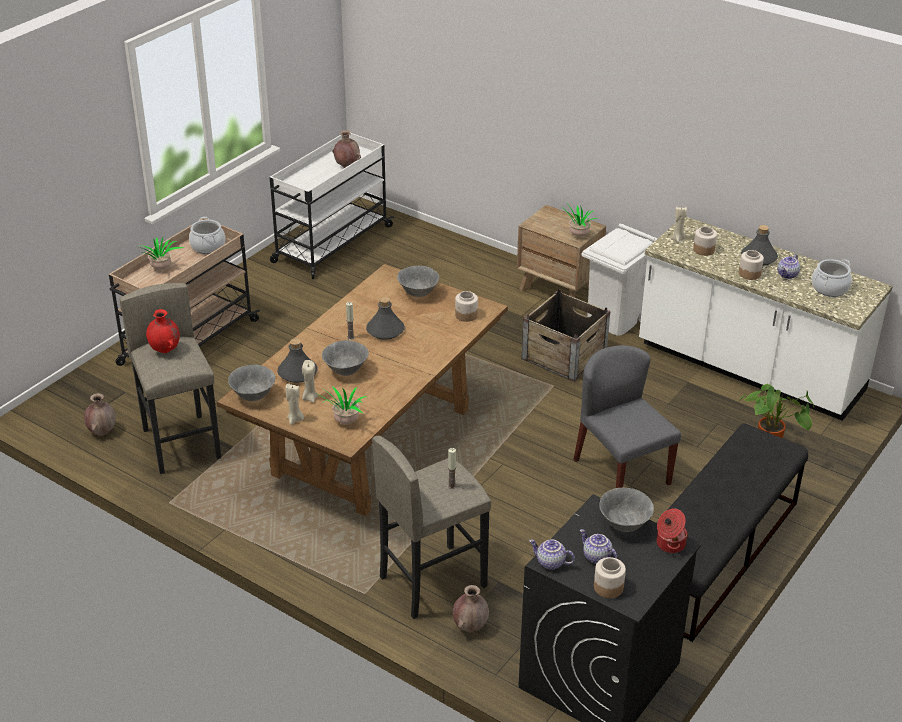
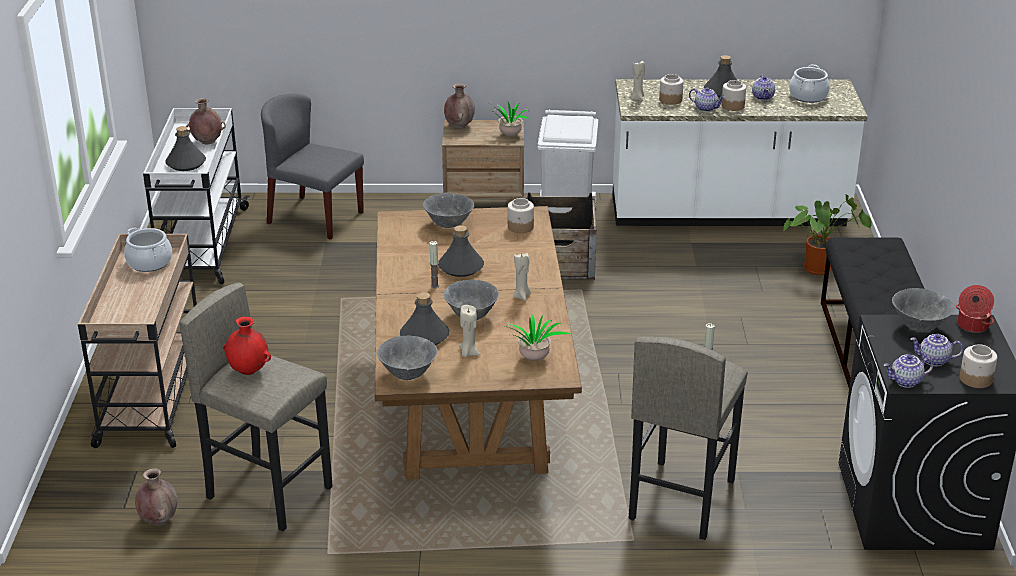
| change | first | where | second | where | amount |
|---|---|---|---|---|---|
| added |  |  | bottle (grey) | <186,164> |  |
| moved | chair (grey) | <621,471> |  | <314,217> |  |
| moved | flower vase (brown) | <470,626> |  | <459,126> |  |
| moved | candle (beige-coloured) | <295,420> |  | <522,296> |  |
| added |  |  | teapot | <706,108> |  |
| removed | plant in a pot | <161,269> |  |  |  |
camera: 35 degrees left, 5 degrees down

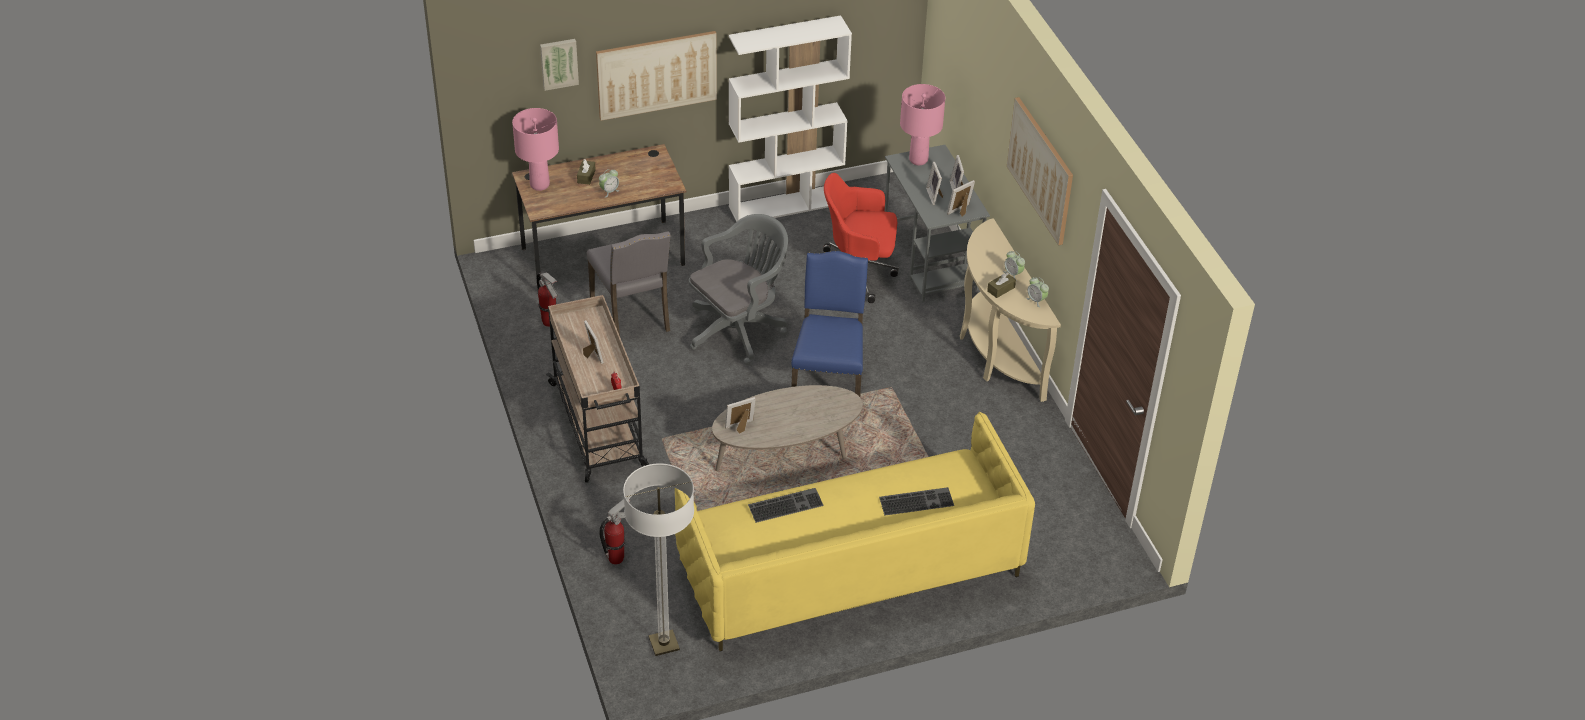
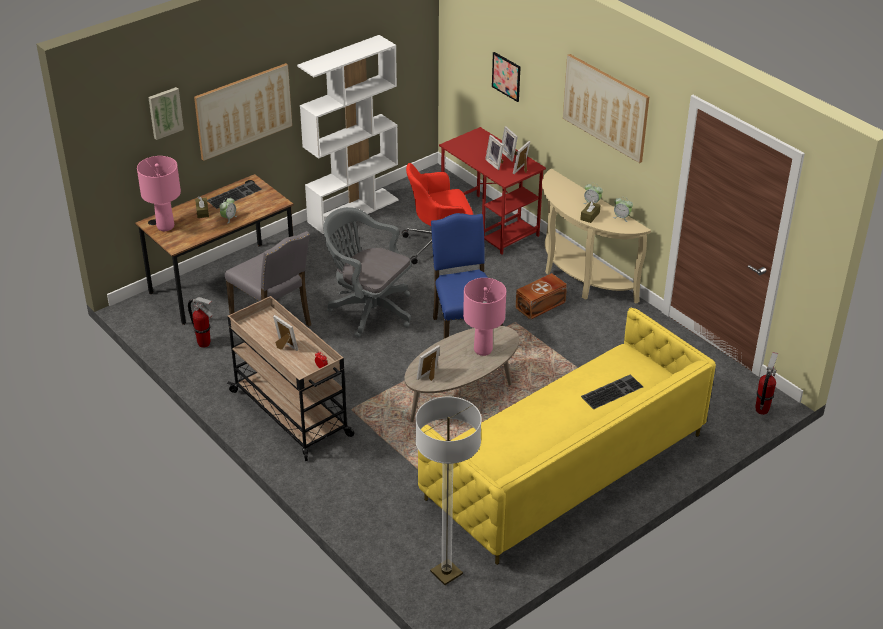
| change | first | where | second | where | amount |
|---|---|---|---|---|---|
| moved | PC keyboard | <786,504> |  | <234,194> |  |
| turned | computer chair (grey) | <739,329> |  | <368,309> | 90 degrees counterclockwise |
| recoloured | desk unit (grey) | <930,261> | desk unit (reddish) | <490,224> |  |
| moved | tabletop lamp (pink-coloured) | <919,160> |  | <483,350> |  |
| added |  |  | picture | <506,76> |  |
| added |  |  | storage box (brown) | <541,305> |  |
| moved | extinguisher | <616,558> |  | <762,410> |  |
camera: 20 degrees left, 5 degrees down

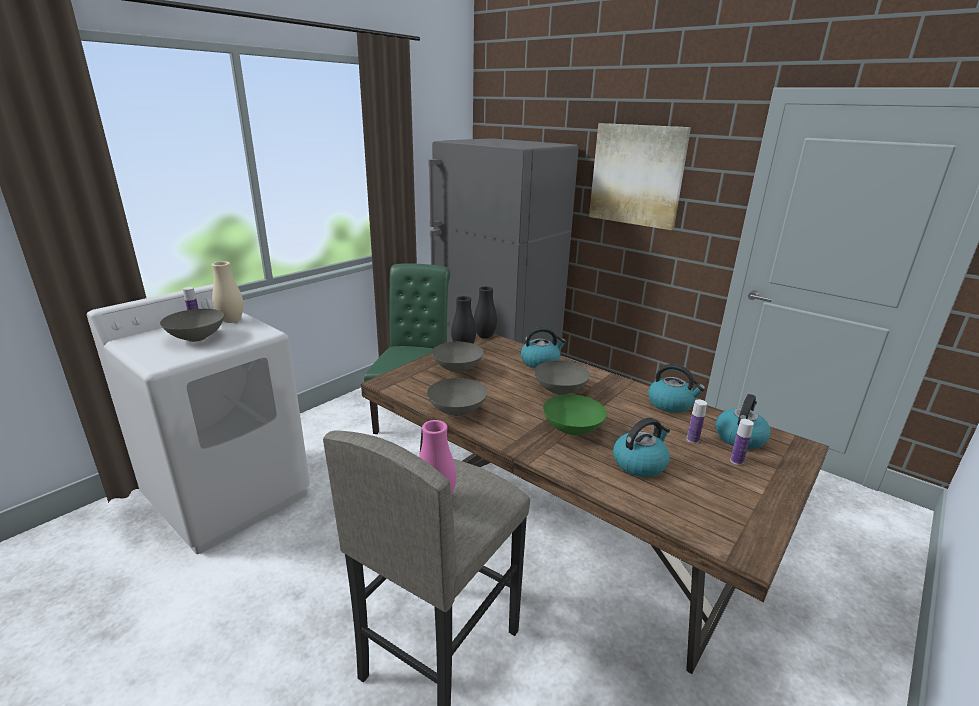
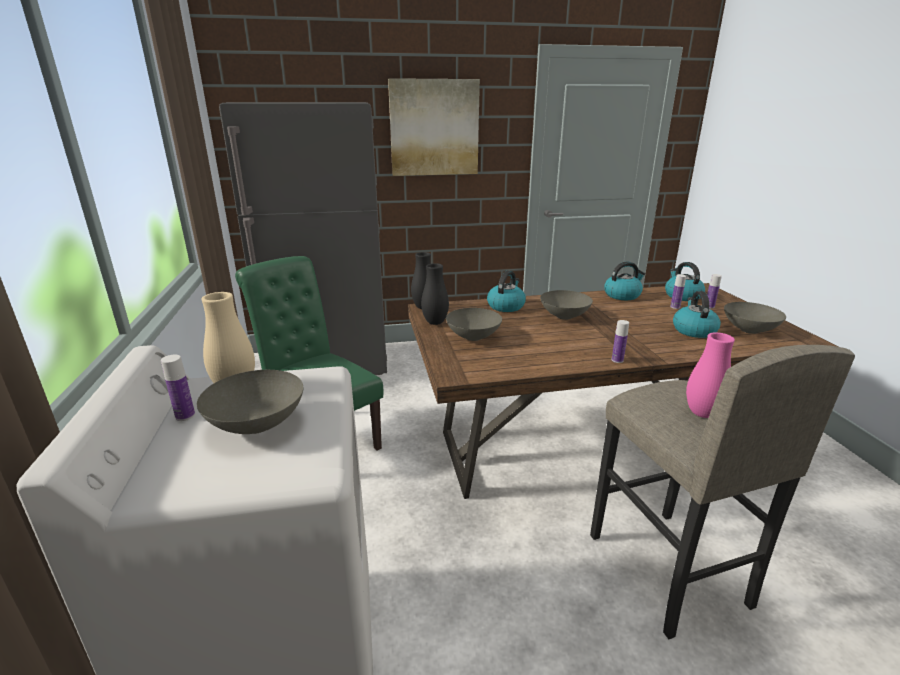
| change | first | where | second | where | amount |
|---|---|---|---|---|---|
| added |  |  | bottle | <617,360> |  |
| moved | serving bowl (grey) | <457,411> |  | <748,330> |  |
| removed | serving bowl (green) | <572,430> |  |  |  |
camera: 50 degrees left, 0 degrees up

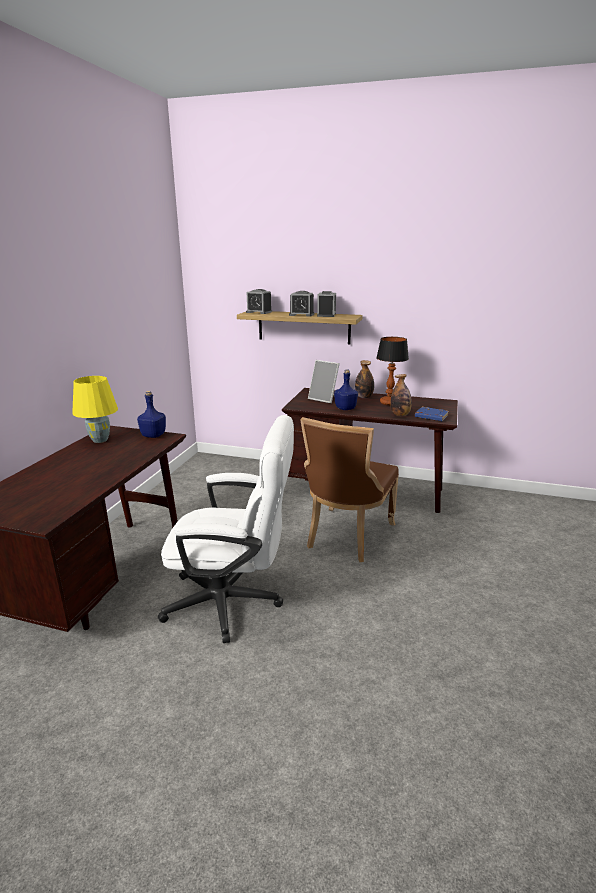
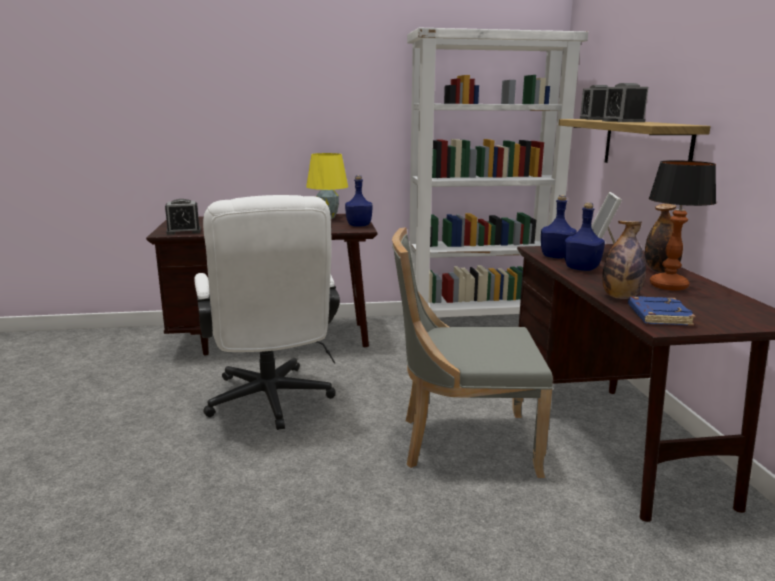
| change | first | where | second | where | amount |
|---|---|---|---|---|---|
| moved | bedside clock | <326,315> |  | <183,231> |  |
| recoloured | chair (brown) | <347,536> | chair (grey) | <462,443> |  |
| added |  |  | bookshelf (white) | <479,321> |  |
| added |  |  | bottle (blue-coloured) | <557,257> |  |
camera: 65 degrees right, 5 degrees down

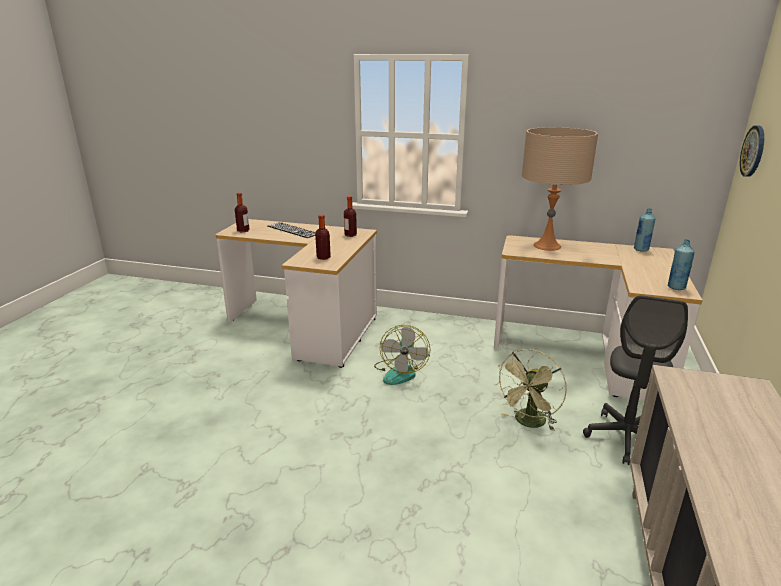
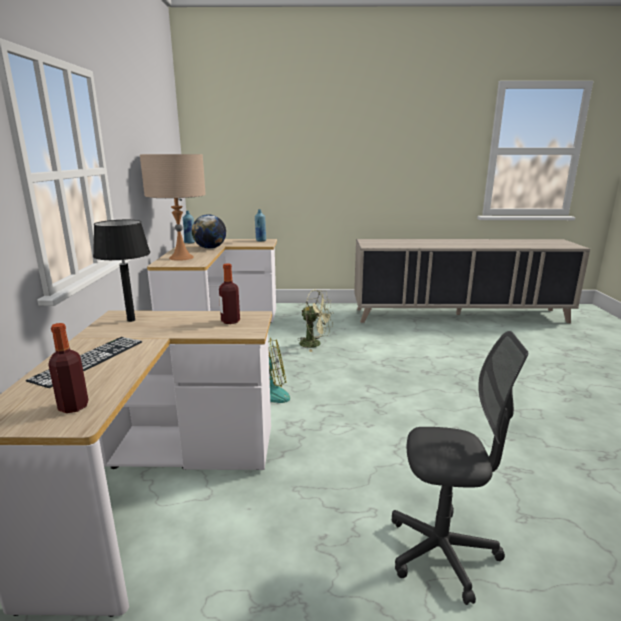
| change | first | where | second | where | amount |
|---|---|---|---|---|---|
| replaced | bottle | <350,235> | tabletop lamp (black) | <131,320> |  |
| added |  |  | world globe | <210,248> |  |
| moved | computer chair (grey) | <625,438> |  | <442,552> |  |
| removed | hanging clock | <753,151> |  |  |  |
camera: 105 degrees left, 5 degrees down

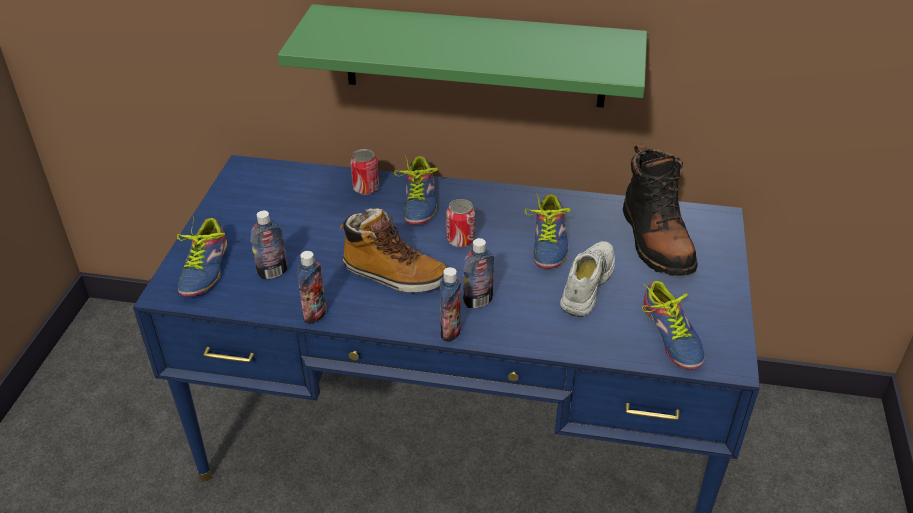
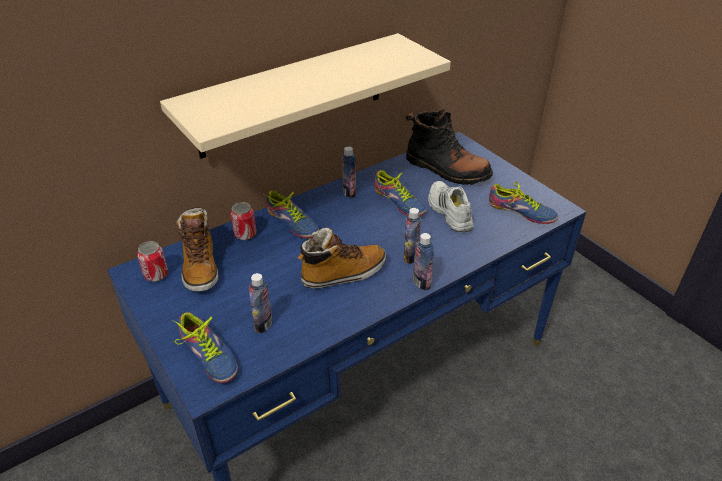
| change | first | where | second | where | amount |
|---|---|---|---|---|---|
| moved | can | <460,240> |  | <156,274> |  |
| recoloured | shelf (green) | <474,56> | shelf (beige-coloured) | <292,95> |  |
| added |  |  | tall boot | <200,266> |  |
| moved | bottle | <315,314> |  | <349,192> |  |
camera: 45 degrees left, 0 degrees up

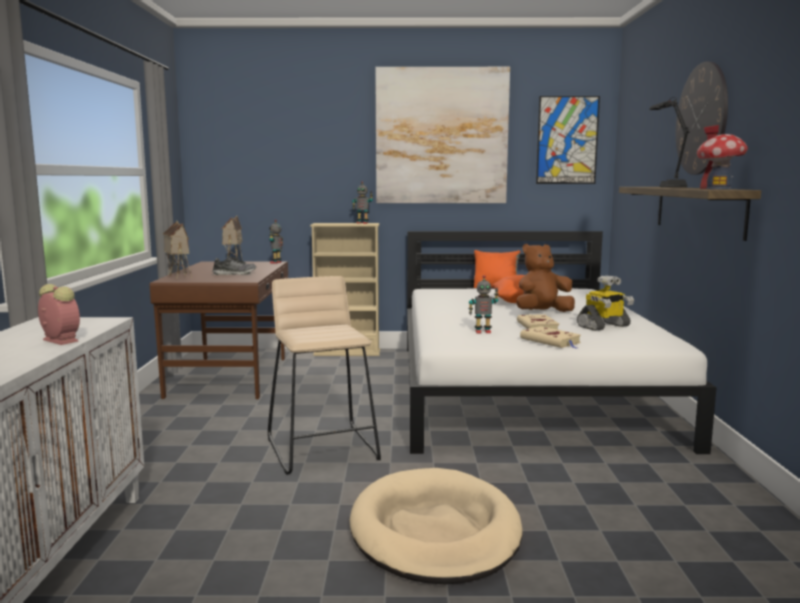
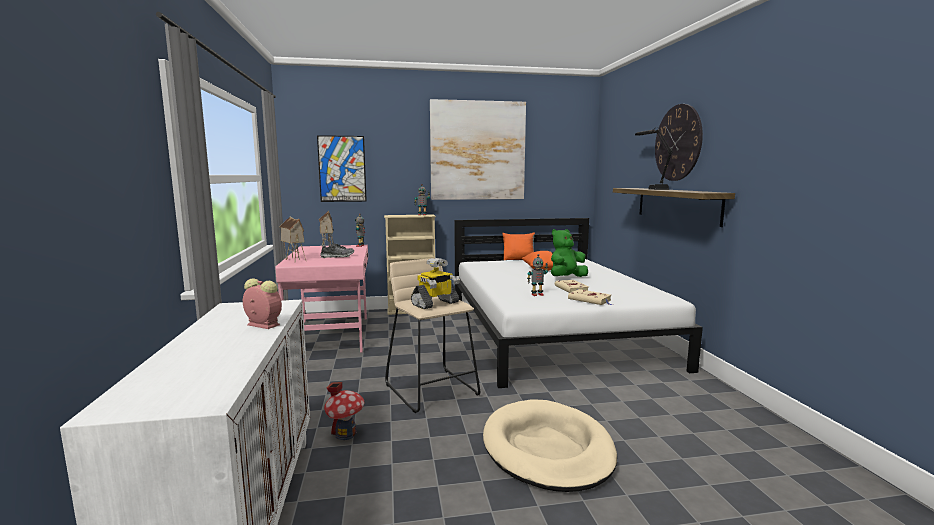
| change | first | where | second | where | amount |
|---|---|---|---|---|---|
| recoloured | desk unit (brown) | <231,376> | desk unit (pink-coloured) | <331,335> |  |
| moved | picture | <567,140> |  | <342,169> |  |
| moved | miniature house | <718,189> |  | <346,434> |  |
| moved | toy robot | <603,326> |  | <435,304> |  |
| recoloured | plush toy (brown) | <542,313> | plush toy (green) | <566,278> |  |
camera: 10 degrees left, 0 degrees up

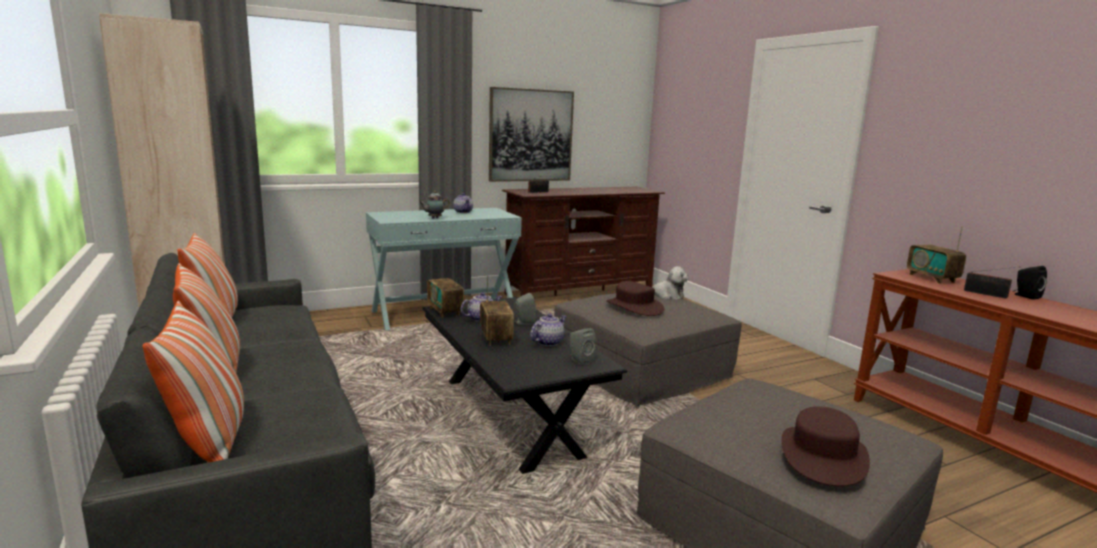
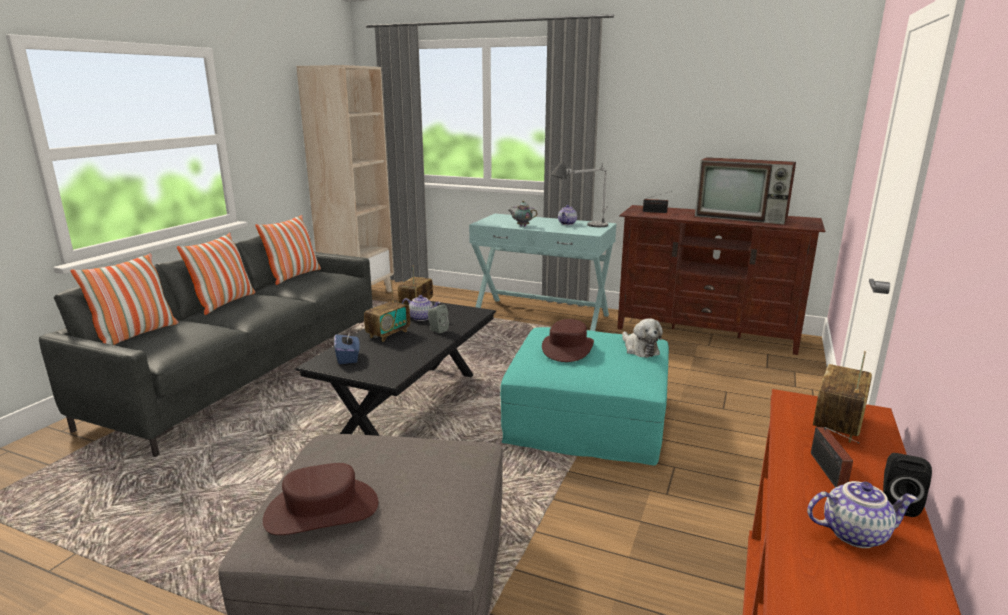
| change | first | where | second | where | amount |
|---|---|---|---|---|---|
| added |  |  | tissue holder (blue-coloured) | <348,358> |  |
| recoloured | footrest (grey) | <640,369> | footrest (blue-green) | <586,419> |  |
| added |  |  | tabletop lamp | <581,227> |  |
| added |  |  | TV | <742,217> |  |
| moved | teapot | <547,342> |  | <854,533> |  |
| removed | picture | <530,135> |  |  |  |
| removed | audio speaker (grey) | <579,360> |  |  |  |
camera: 50 degrees right, 5 degrees up

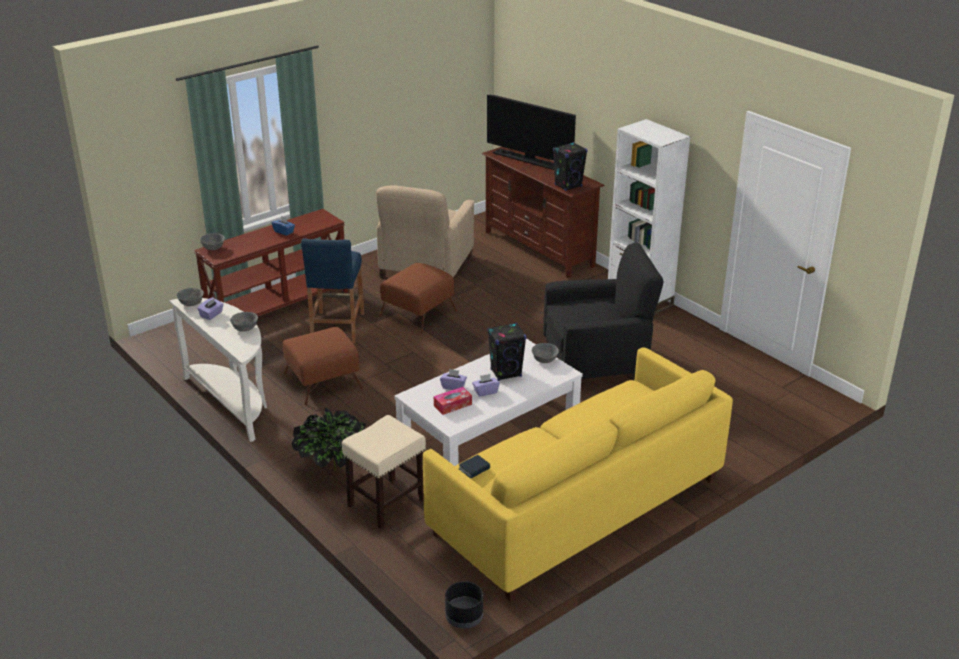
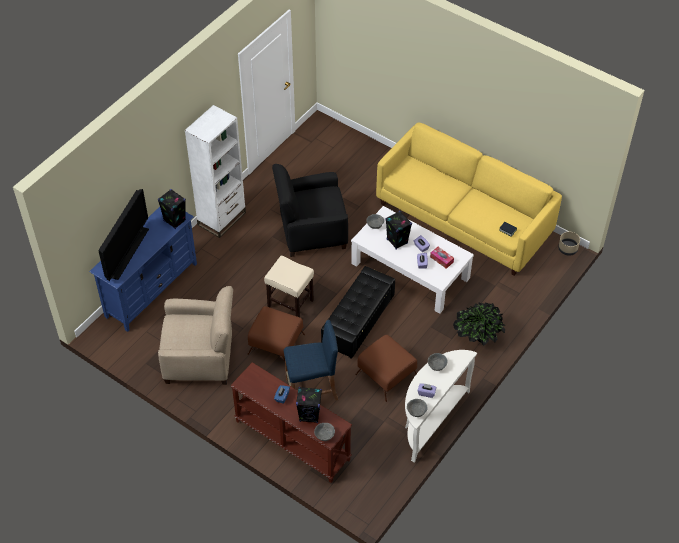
| change | first | where | second | where | amount |
|---|---|---|---|---|---|
| recoloured | tv stand (brown) | <539,249> | tv stand (blue-coloured) | <151,289> |  |
| moved | stool (beige-coloured) | <387,502> |  | <290,303> |  |
| turned | lounge chair (black) | <596,362> |  | <312,231> | 75 degrees counterclockwise |
| added |  |  | audio speaker (black) | <309,415> |  |
| added |  |  | footrest (black) | <358,321> |  |
| recoloured | planter (black) | <464,617> | planter (beige-coloured) | <568,249> |  |
camera: 105 degrees left, 20 degrees up

